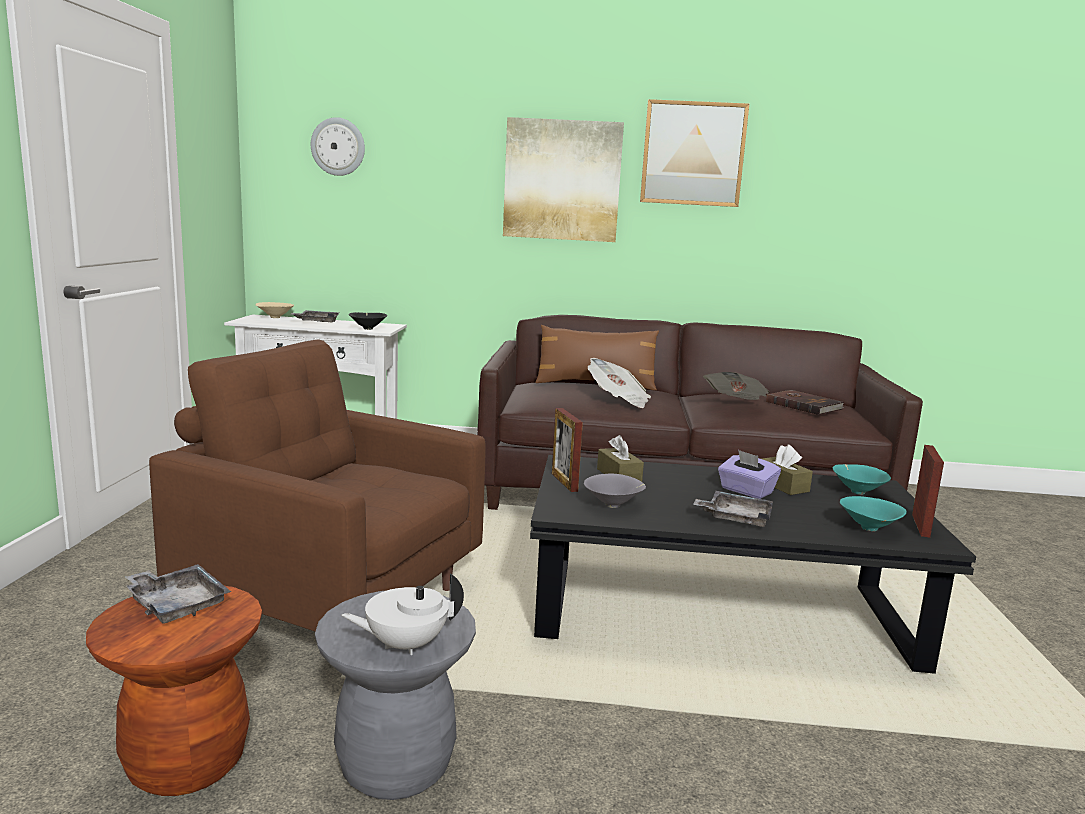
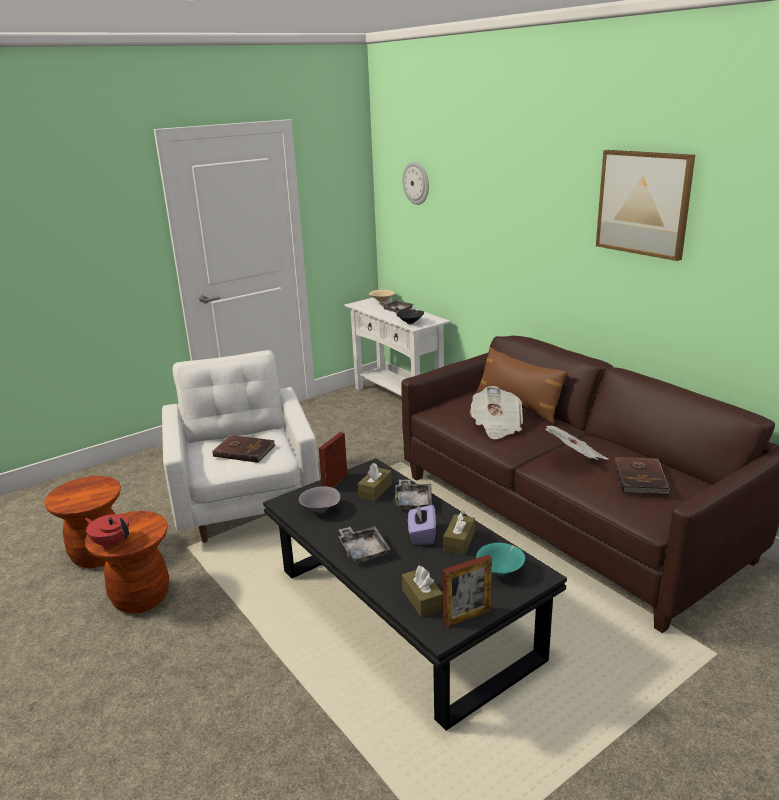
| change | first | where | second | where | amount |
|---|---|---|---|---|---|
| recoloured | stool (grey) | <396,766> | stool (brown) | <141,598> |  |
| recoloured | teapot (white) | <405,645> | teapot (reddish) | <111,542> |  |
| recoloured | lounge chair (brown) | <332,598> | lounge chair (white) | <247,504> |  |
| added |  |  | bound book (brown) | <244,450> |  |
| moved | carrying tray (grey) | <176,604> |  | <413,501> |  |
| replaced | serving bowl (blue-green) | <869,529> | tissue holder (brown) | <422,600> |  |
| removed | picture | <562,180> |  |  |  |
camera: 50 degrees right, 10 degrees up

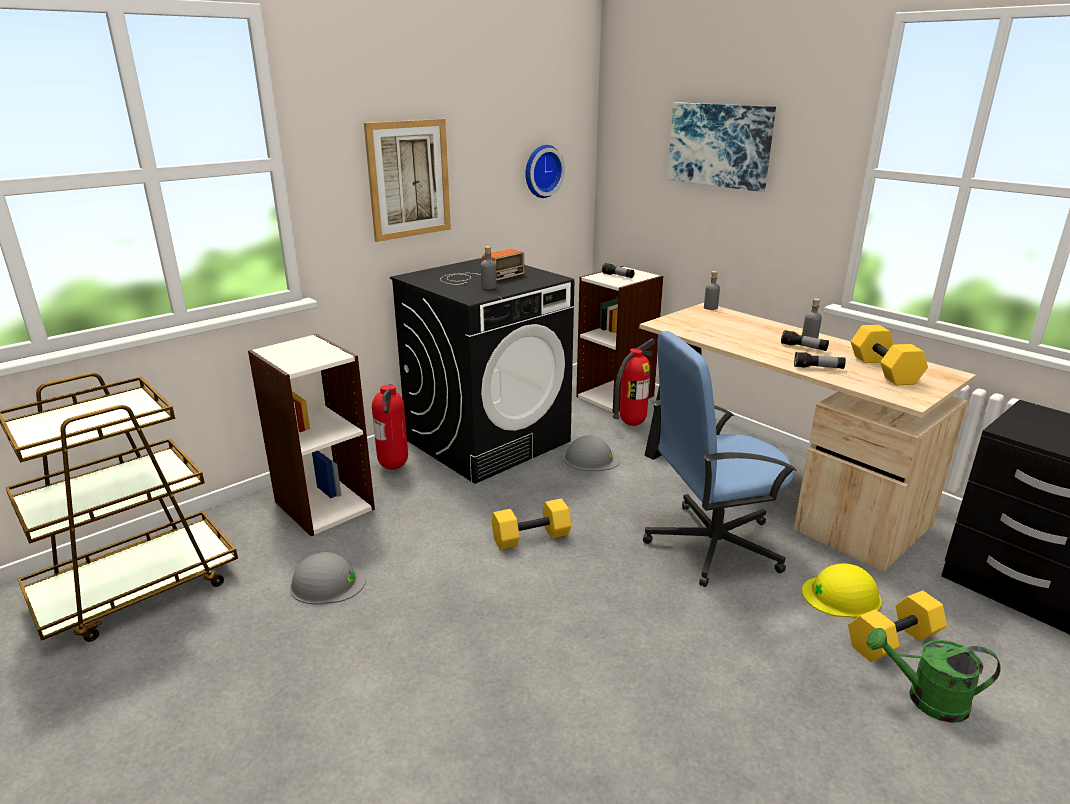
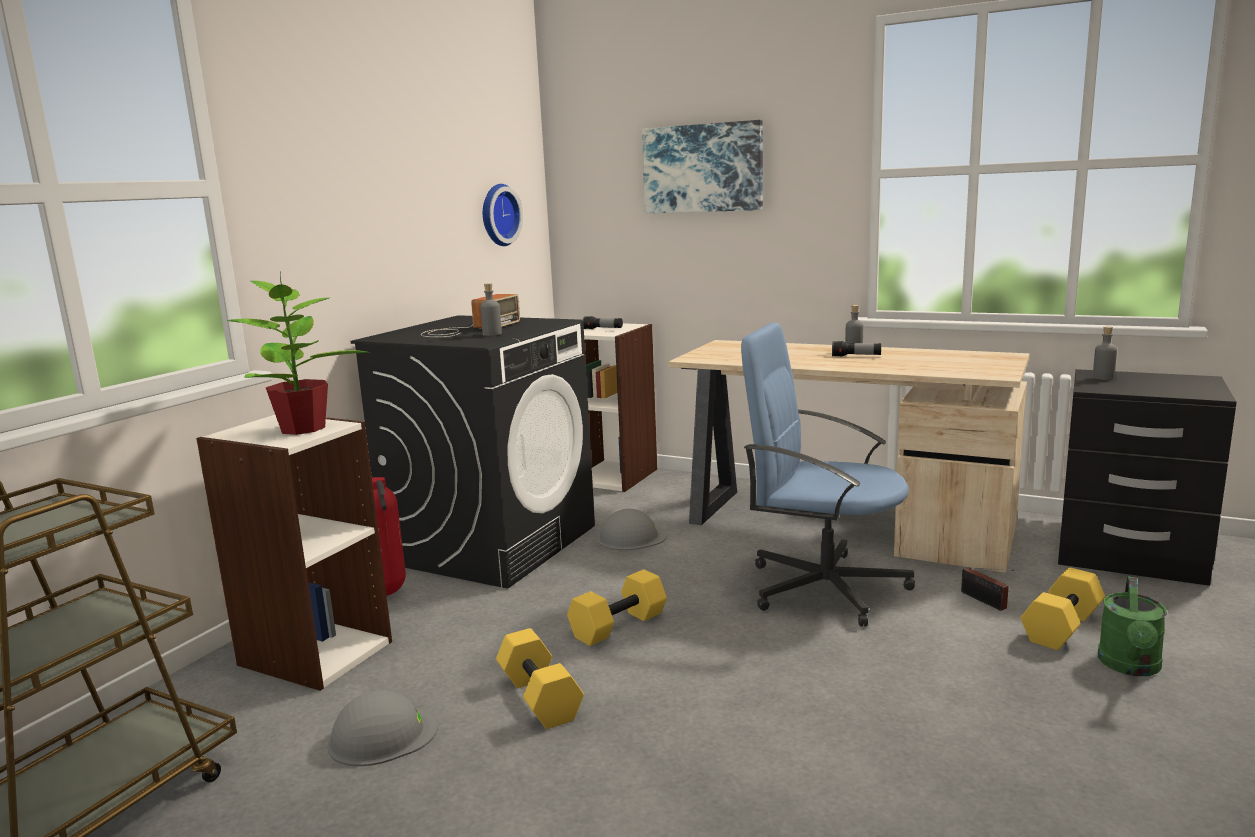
| change | first | where | second | where | amount |
|---|---|---|---|---|---|
| added |  |  | plant in a pot | <303,429> |  |
| moved | dumbbell (yellow) | <885,370> |  | <541,697> |  |
| turned | computer chair (blue-coloured) | <711,544> |  | <823,587> | 60 degrees clockwise |
| replaced | work helmet (yellow) | <841,596> | radio receiver | <985,601> |  |
| moved | bottle (grey) | <710,307> |  | <1103,378> |  |
| turned | watering pot (green) | <926,699> |  | <1130,667> | 60 degrees counterclockwise |
| removed | picture | <409,179> |  |  |  |
| removed | extinguisher | <632,423> |  |  |  |
| removed | hand torch | <818,368> |  |  |  |
camera: 20 degrees left, 10 degrees down

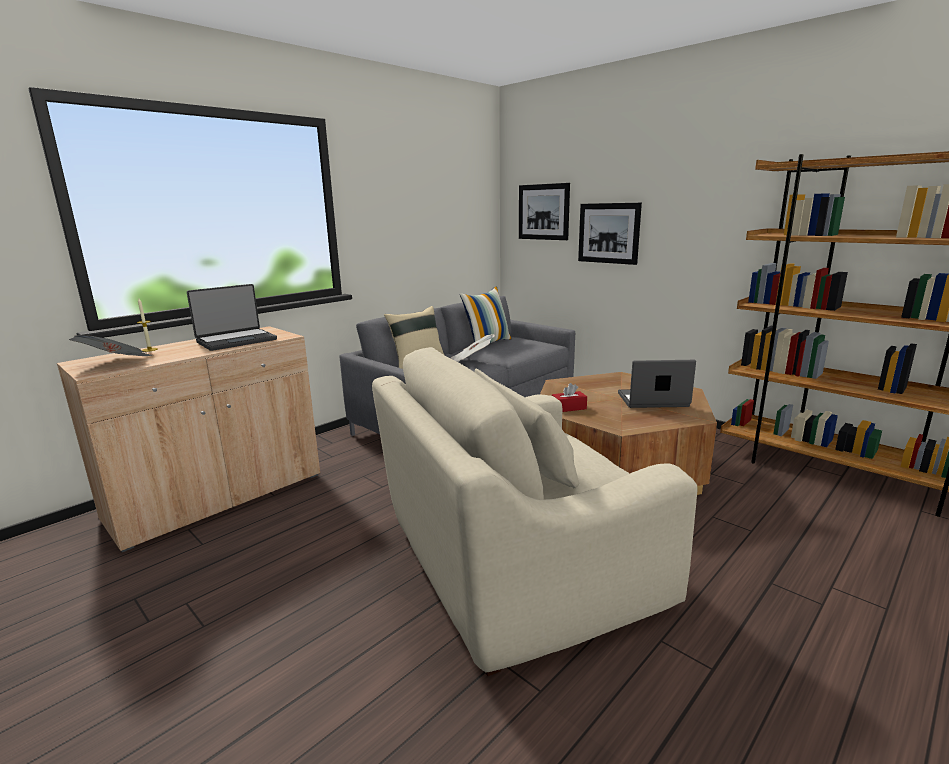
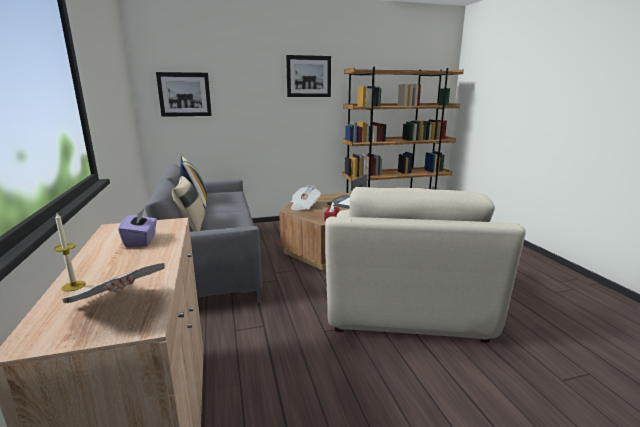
| change | first | where | second | where | amount |
|---|---|---|---|---|---|
| replaced | laptop | <236,340> | tissue holder (purplish) | <141,241> |  |
| moved | picture | <608,233> |  | <309,76> |  |
| moved | printed paper | <471,360> |  | <304,206> |  |
camera: 60 degrees left, 0 degrees up

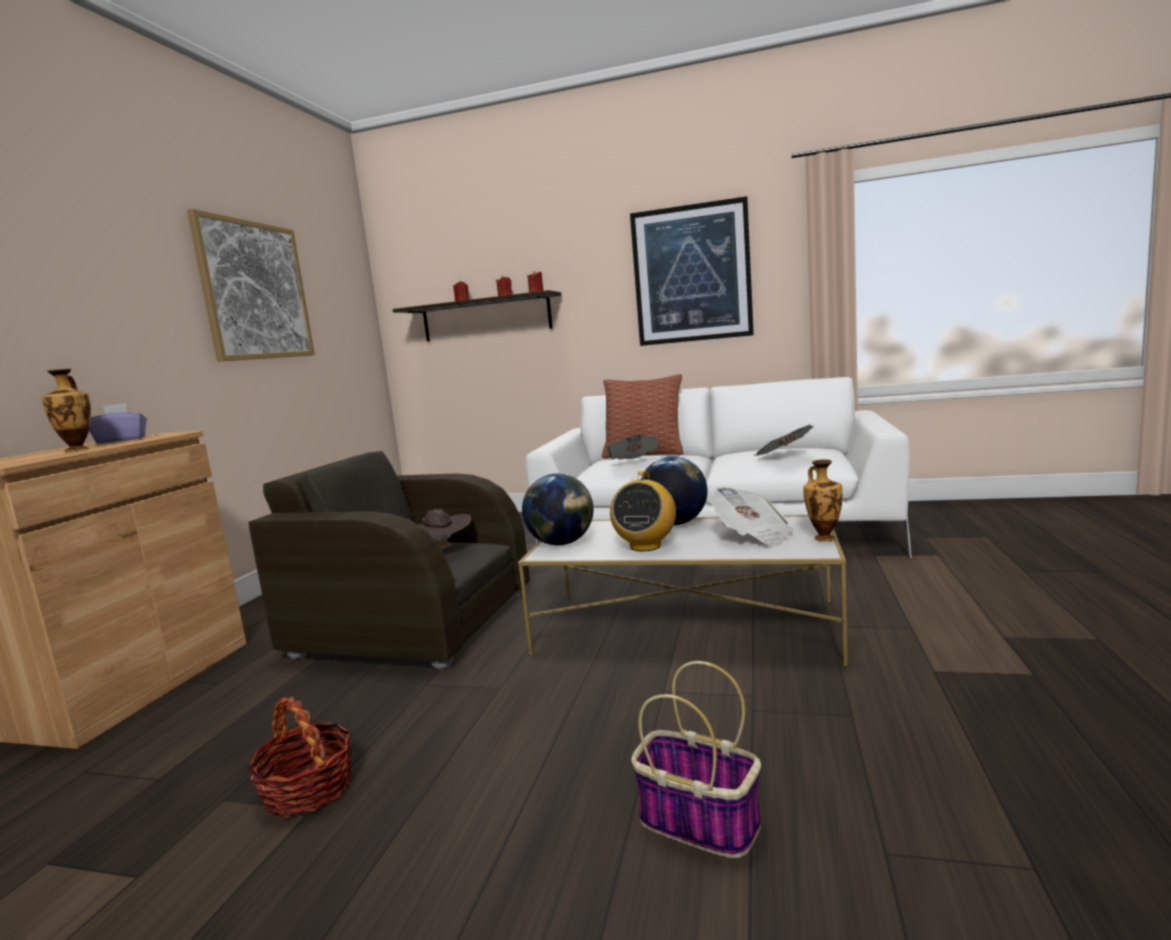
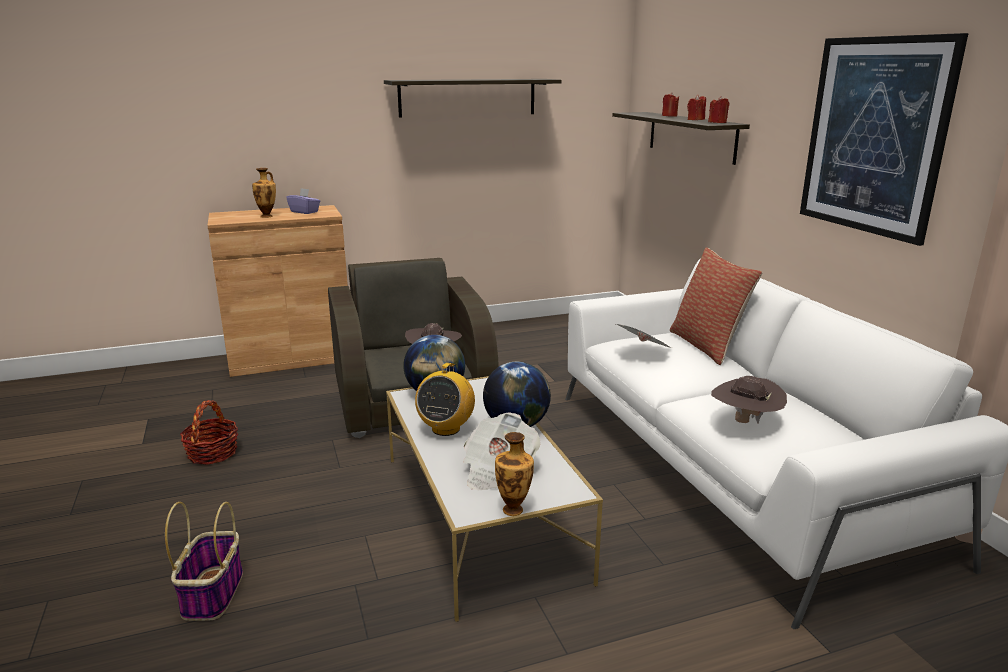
| change | first | where | second | where | amount |
|---|---|---|---|---|---|
| replaced | picture | <255,291> | shelf | <467,97> |  |
| turned | radio receiver | <645,546> |  | <446,428> | 60 degrees counterclockwise |
| replaced | printed paper | <783,457> | clothing hat (brown) | <744,422> |  |
camera: 55 degrees right, 10 degrees up

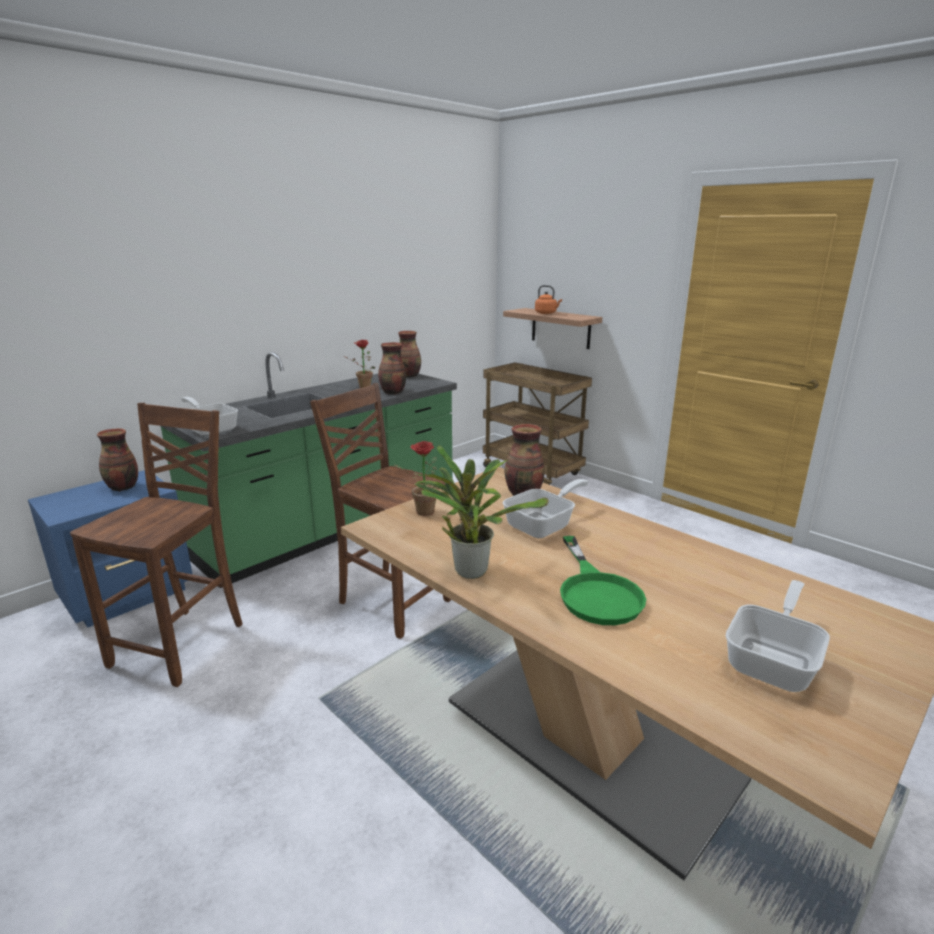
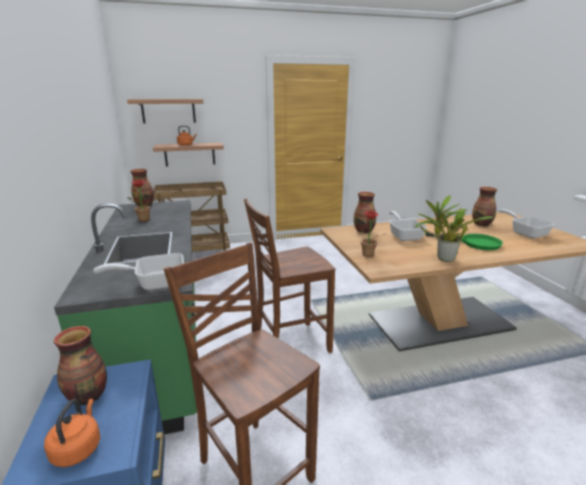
| change | first | where | second | where | amount |
|---|---|---|---|---|---|
| added |  |  | kettle (orangey) | <78,448> |  |
| added |  |  | shelf | <168,111> |  |
| moved | flower vase | <393,392> |  | <482,224> |  |
camera: 60 degrees left, 0 degrees up

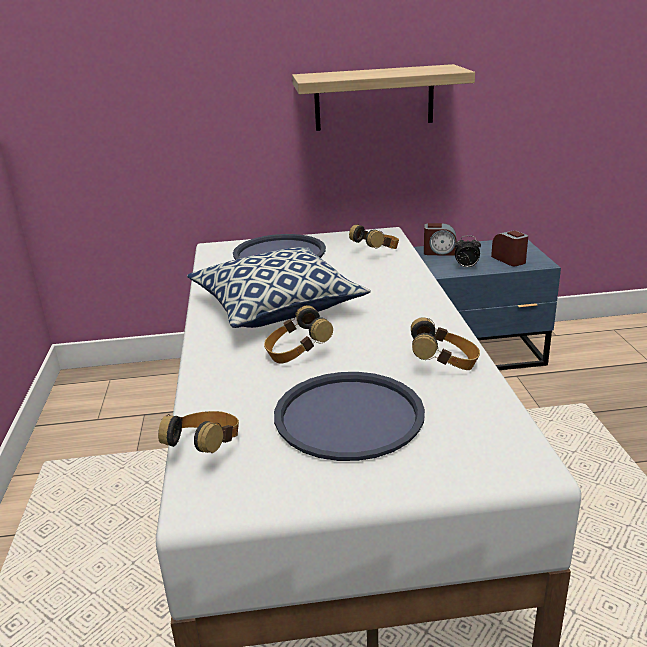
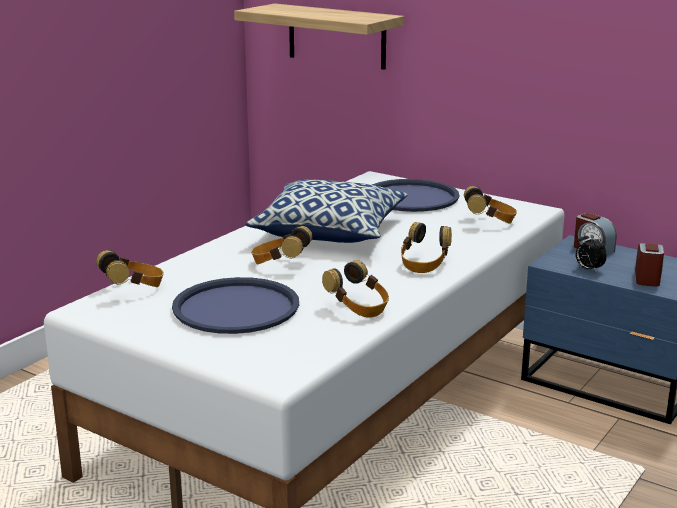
| change | first | where | second | where | amount |
|---|---|---|---|---|---|
| moved | shelf | <374,98> |  | <336,36> |  |
| added |  |  | headset | <424,264> |  |
camera: 40 degrees right, 5 degrees down

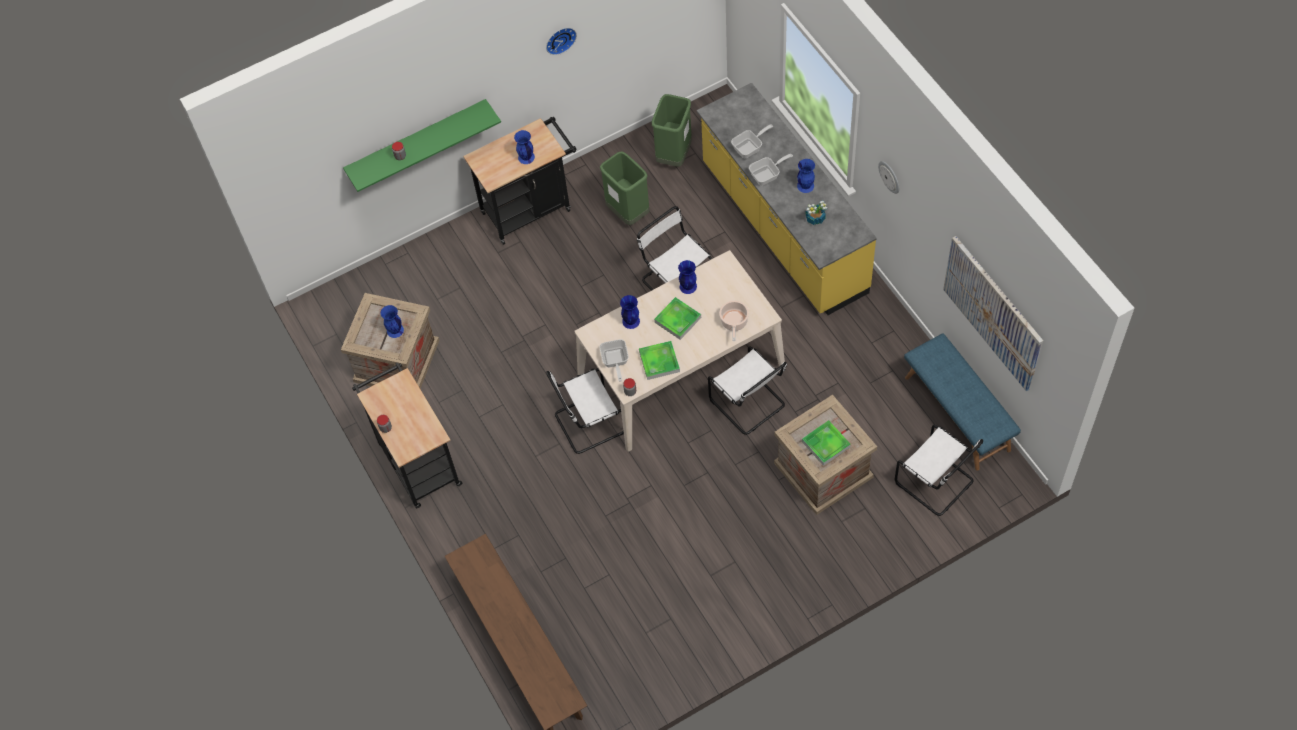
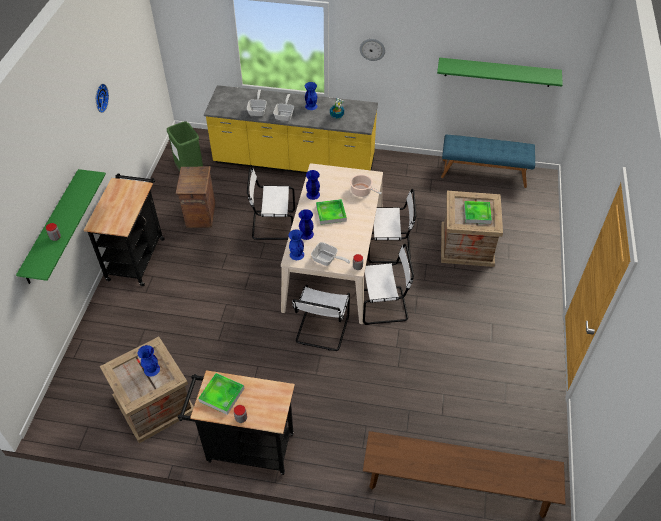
| change | first | where | second | where | amount |
|---|---|---|---|---|---|
| replaced | rubbish bin (green) | <628,213> | crate | <200,215> |  |
| moved | carrying tray | <659,362> |  | <221,395> |  |
| moved | flower vase (blue-coloured) | <526,157> |  | <296,255> |  |
| moved | chair (white) | <936,483> |  | <384,305> |  |
| replaced | picture | <993,312> | shelf (green) | <498,72> |  |
camera: 55 degrees left, 10 degrees down

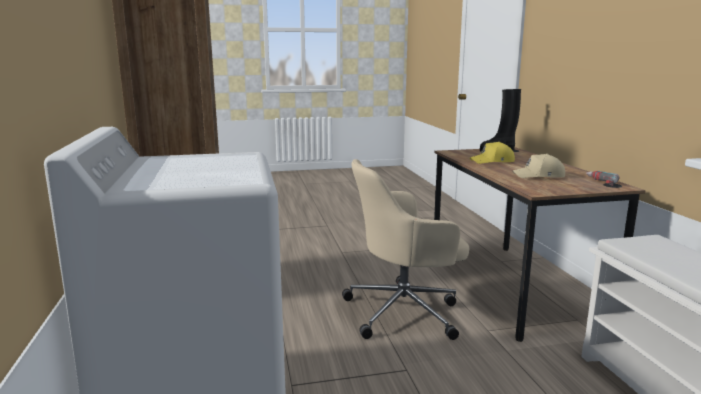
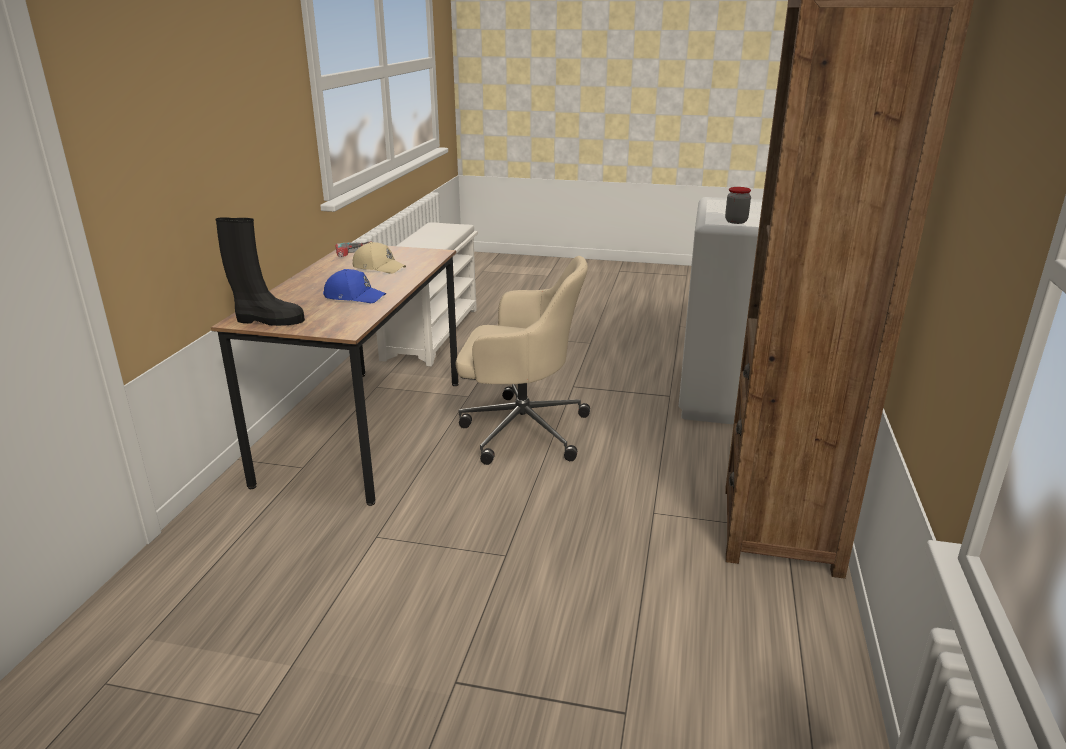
| change | first | where | second | where | amount |
|---|---|---|---|---|---|
| recoloured | peaked cap (yellow) | <493,161> | peaked cap (blue-coloured) | <354,296> |  |
| added |  |  | storage jar | <736,221> |  |
camera: 155 degrees left, 10 degrees up

